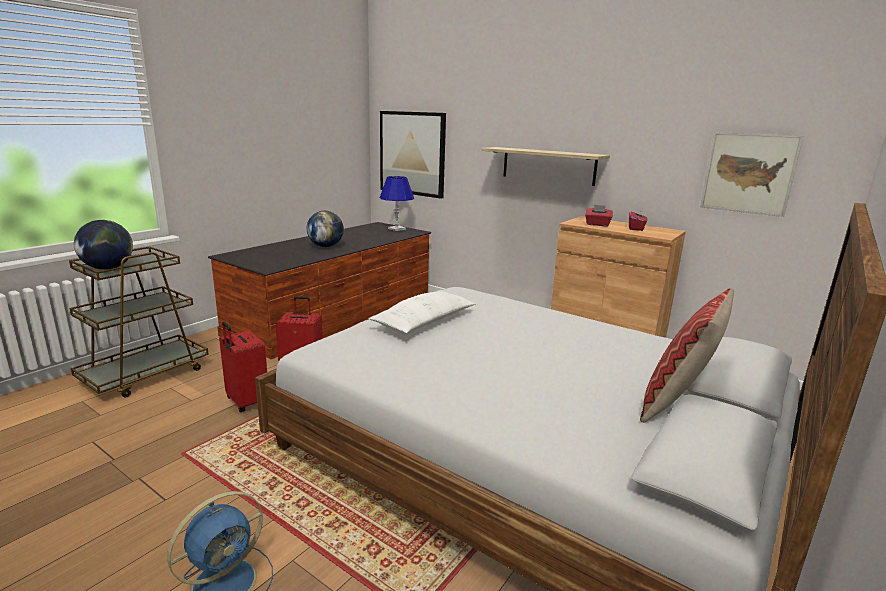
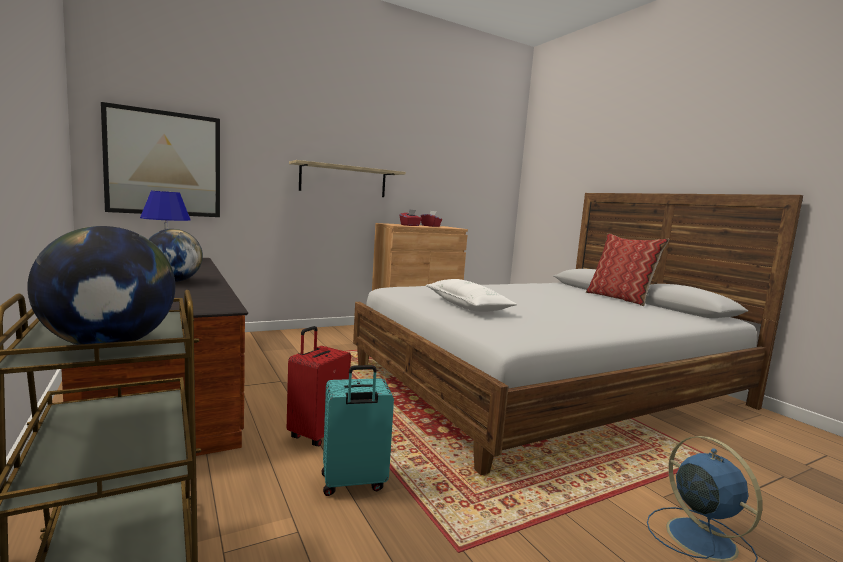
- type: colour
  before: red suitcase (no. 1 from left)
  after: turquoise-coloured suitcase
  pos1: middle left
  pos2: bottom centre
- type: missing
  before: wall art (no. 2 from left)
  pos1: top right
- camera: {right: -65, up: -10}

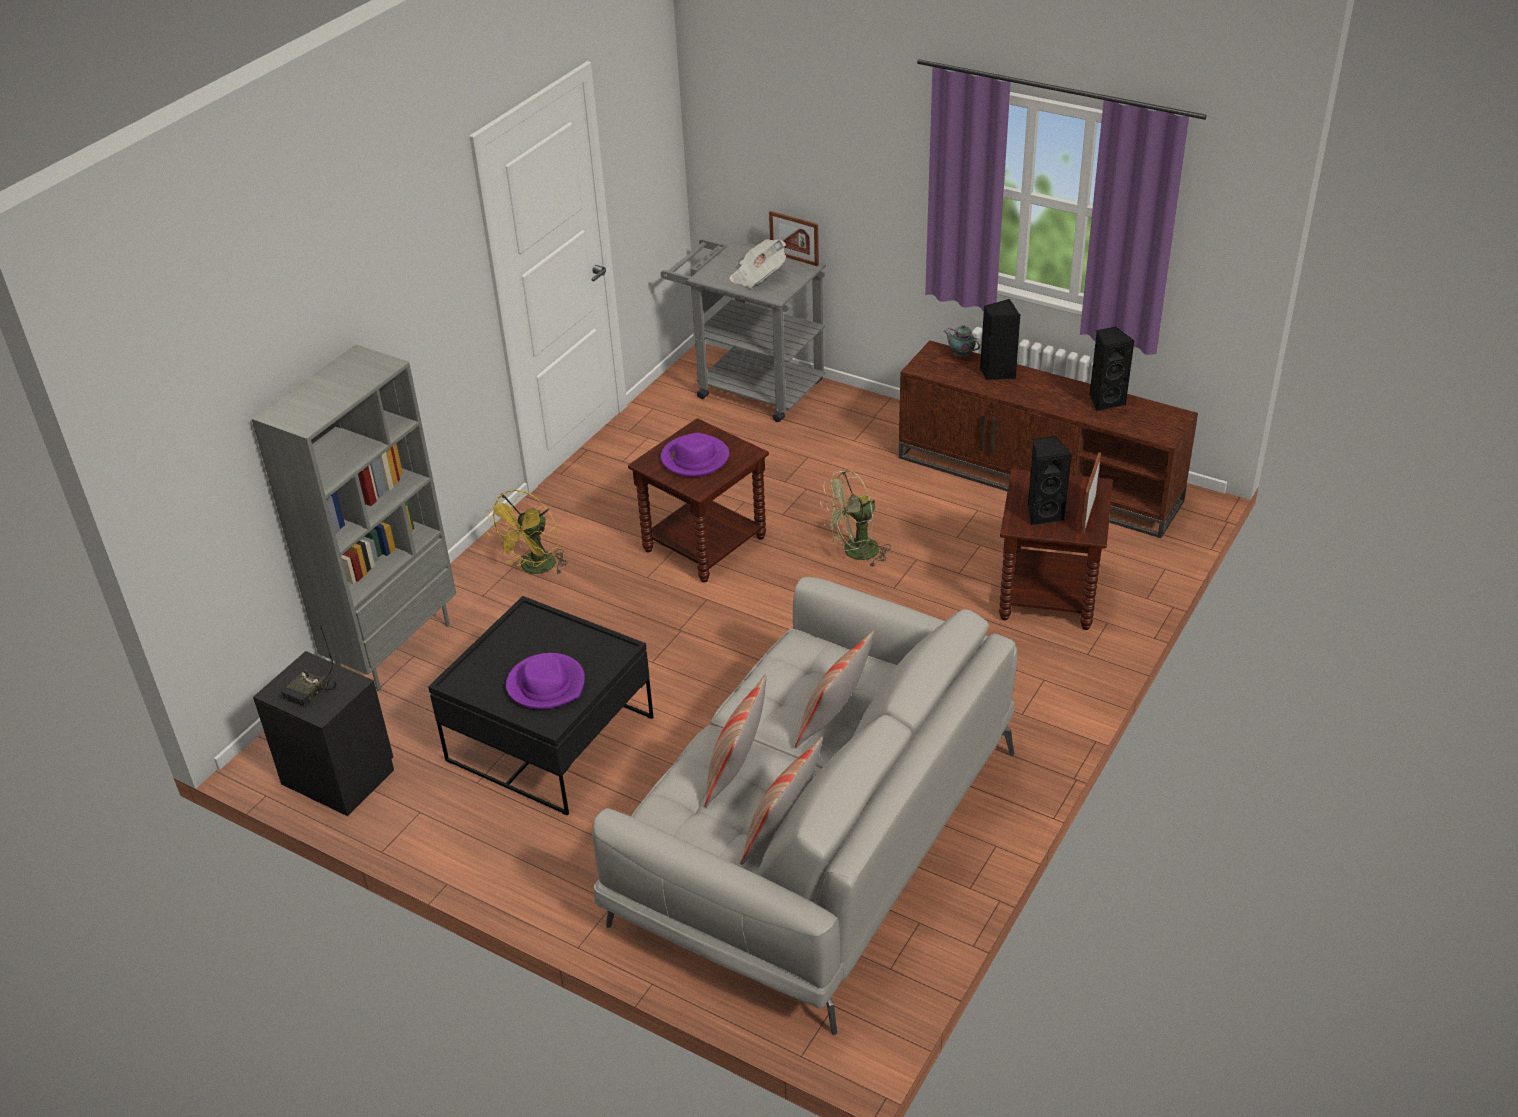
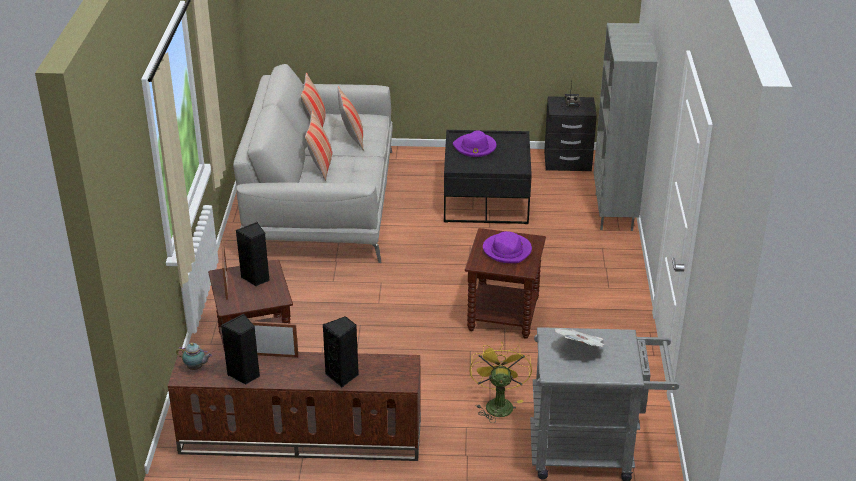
- type: relocated
  before: teapot
  pos1: top centre
  pos2: bottom left
- type: relocated
  before: photo frame (no. 1 from left in the first image)
  after: photo frame (no. 2 from left)
  pos1: top centre
  pos2: bottom left
- type: relocated
  before: yellow cooling fan
  pos1: centre
  pos2: bottom centre
- type: missing
  before: greenish cooling fan
  pos1: centre
- camera: {right: 150, up: -5}

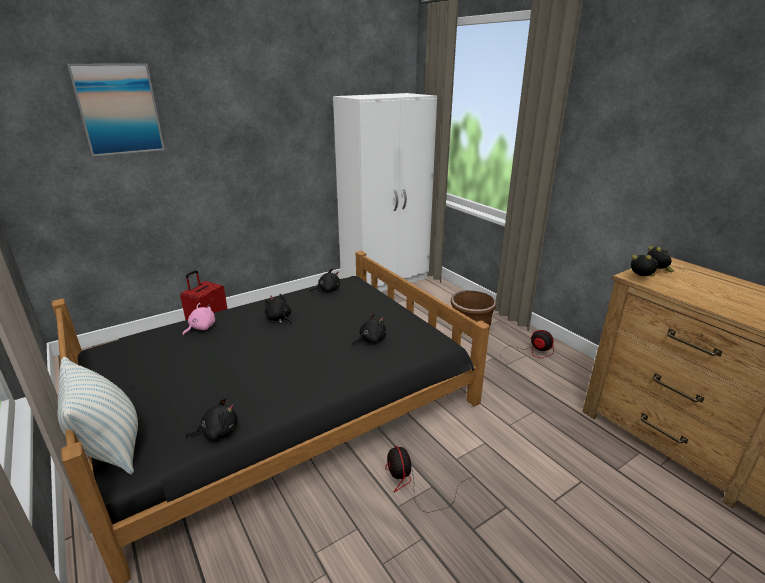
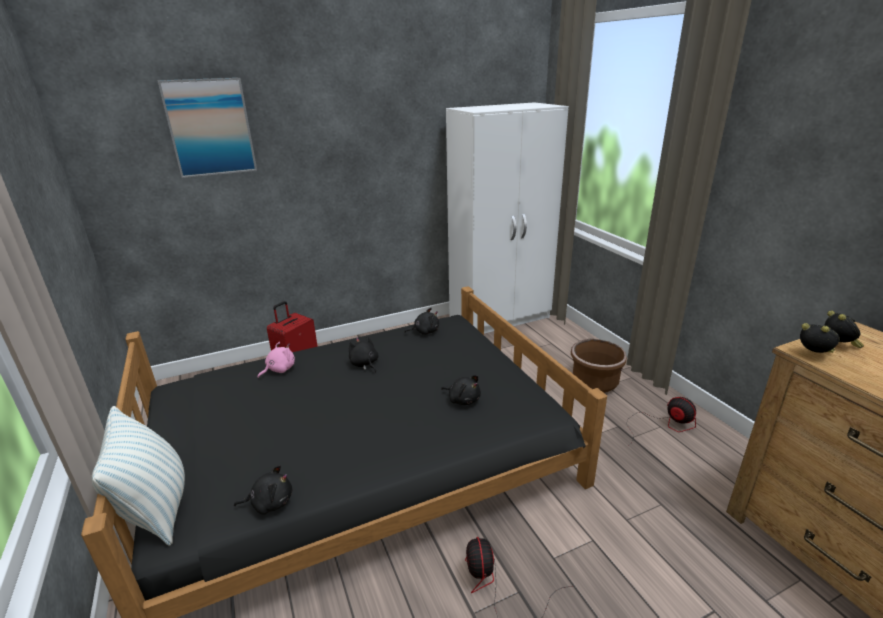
- type: spun
  before: blackish cuddly toy (no. 4 from left)
  pos1: centre
  pos2: centre
  turn: 60
- camera: {right: 10, up: 0}

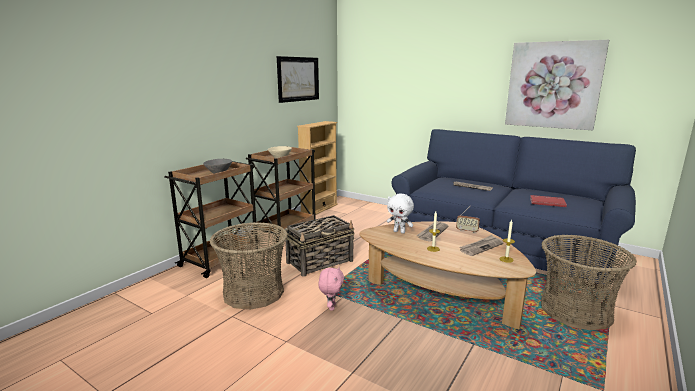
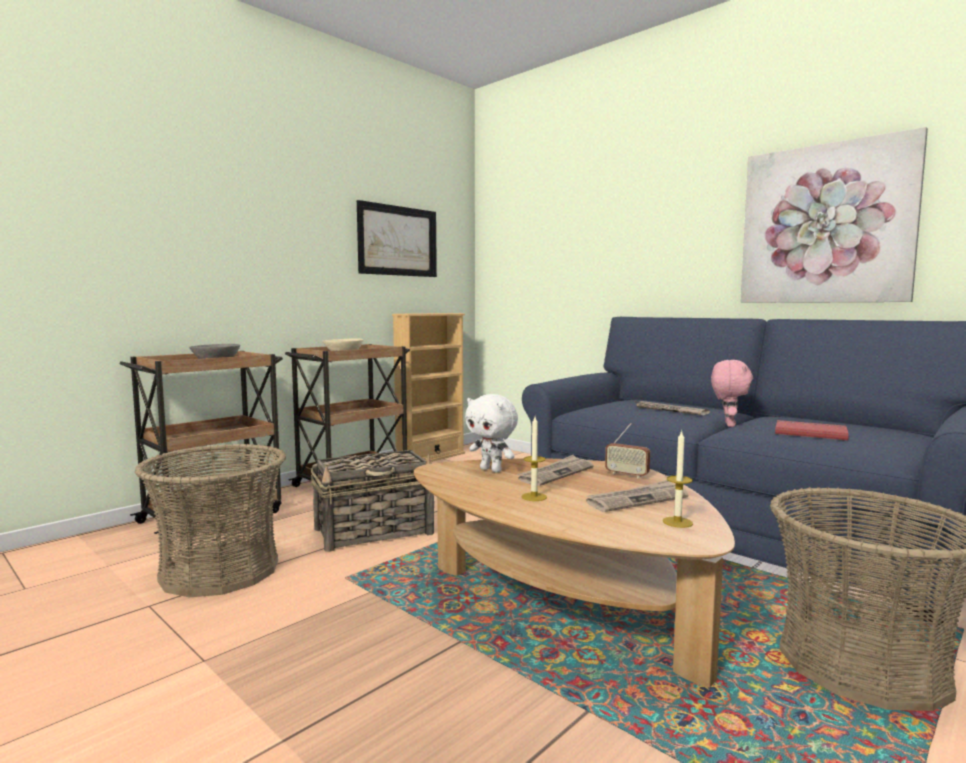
- type: relocated
  before: pink cuddly toy
  pos1: bottom centre
  pos2: middle right
- camera: {right: 10, up: -10}

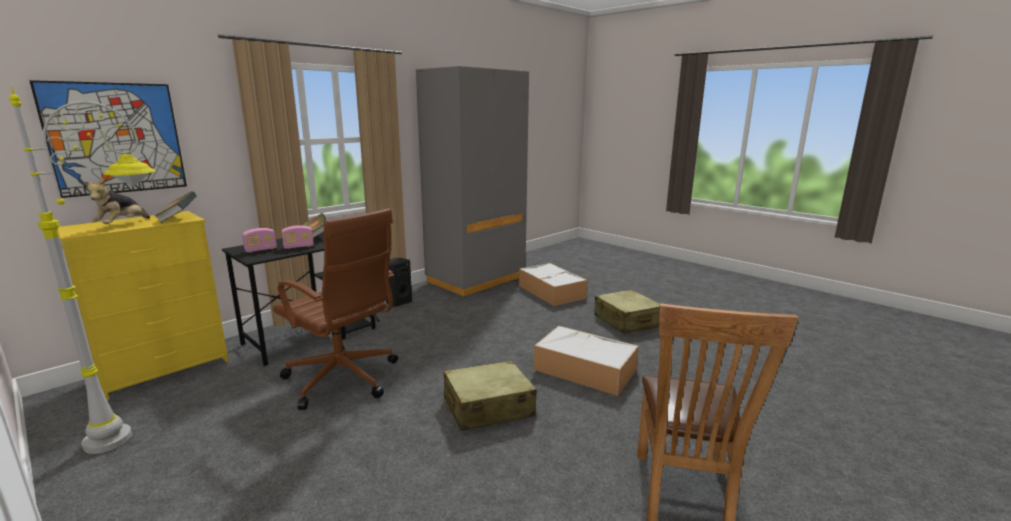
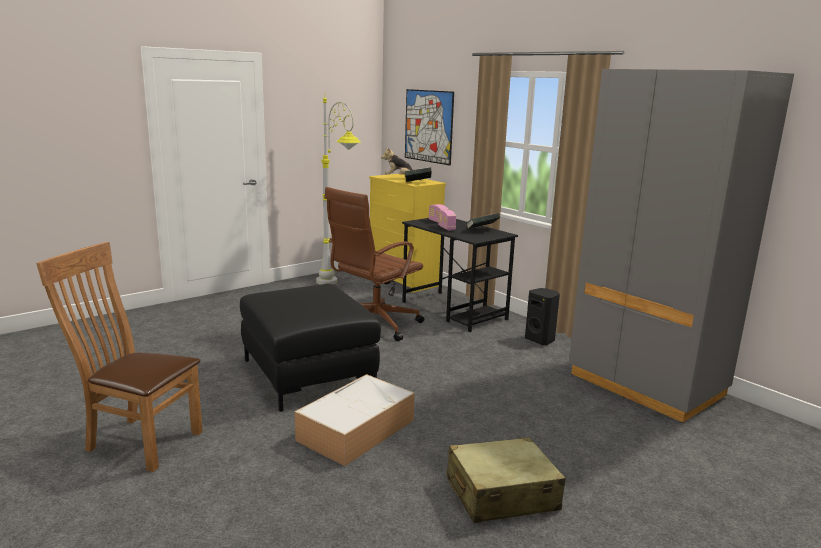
- type: exchanged
  before: sand-coloured suitcase (no. 1 from left)
  after: blackish pouffe
  pos1: bottom centre
  pos2: centre
- type: missing
  before: storage box (no. 1 from left)
  pos1: centre
- camera: {right: 95, up: 0}

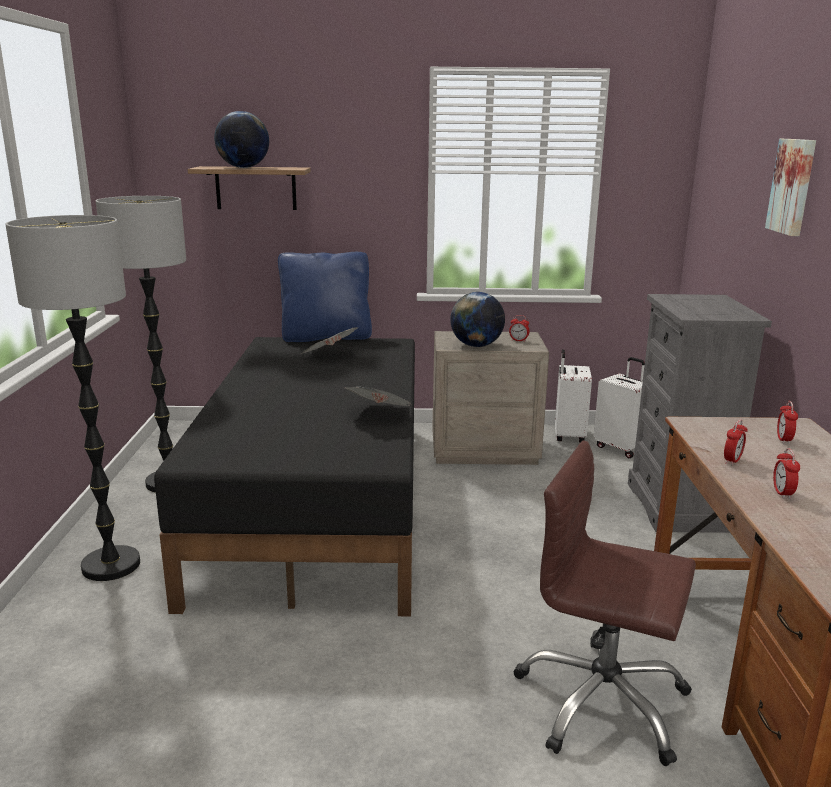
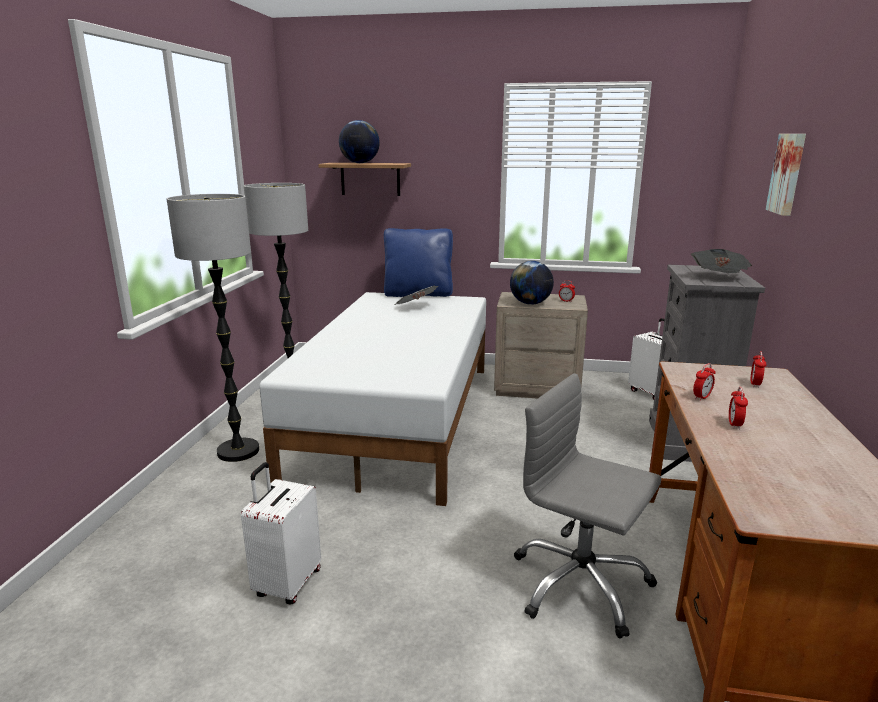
- type: relocated
  before: whitish suitcase (no. 1 from left)
  pos1: middle right
  pos2: bottom left
- type: colour
  before: blackish sleeping bed
  after: whitish sleeping bed
  pos1: centre
  pos2: centre
- type: colour
  before: brownish desk chair
  after: gray desk chair
  pos1: bottom right
  pos2: bottom right
- type: relocated
  before: daily paper (no. 2 from left)
  pos1: centre
  pos2: middle right
- camera: {right: 10, up: 0}

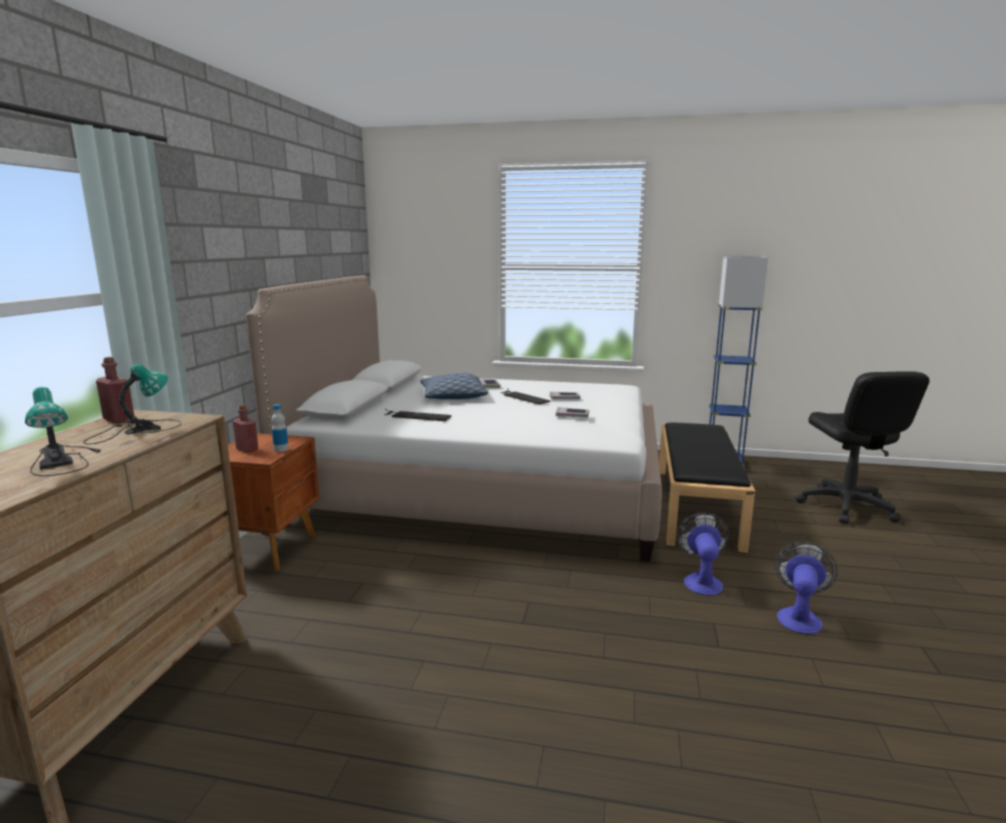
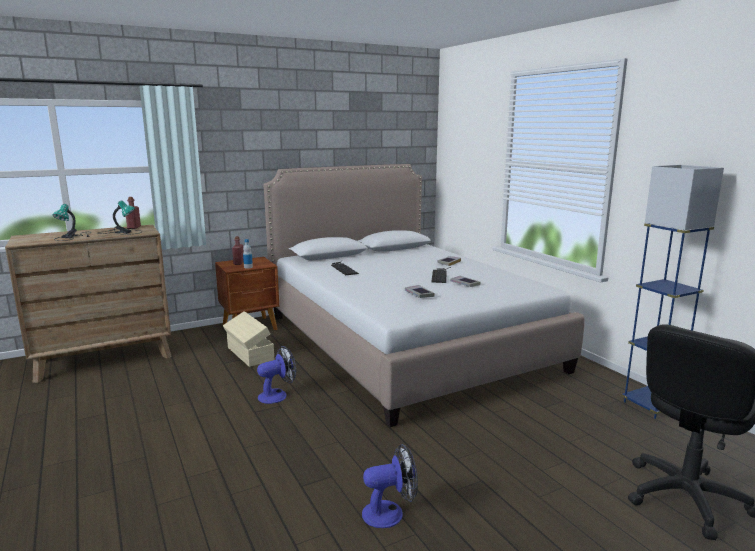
- type: appeared
  after: sand-coloured storage box
  pos2: middle left
- type: relocated
  before: cooling fan (no. 1 from left)
  pos1: bottom right
  pos2: bottom centre
- type: missing
  before: cushion
  pos1: centre
- type: missing
  before: blackish long seat
  pos1: middle right
- camera: {right: 50, up: 0}

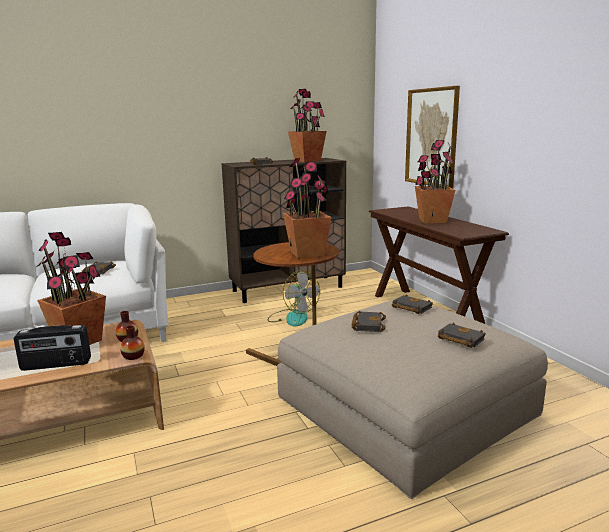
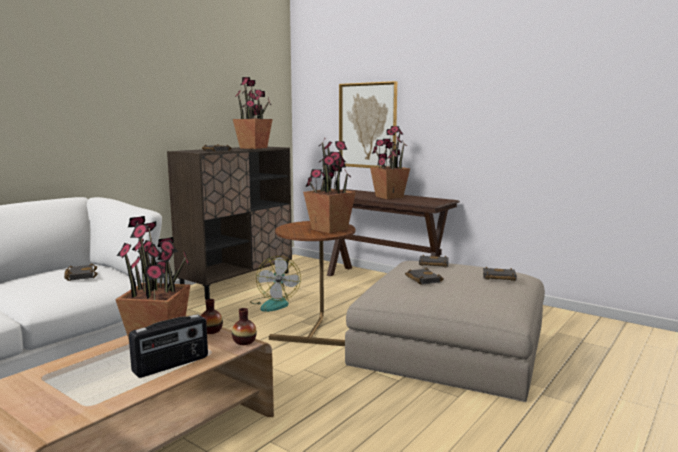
- type: spun
  before: cooling fan
  pos1: centre
  pos2: centre
  turn: 60
- camera: {right: -30, up: -5}

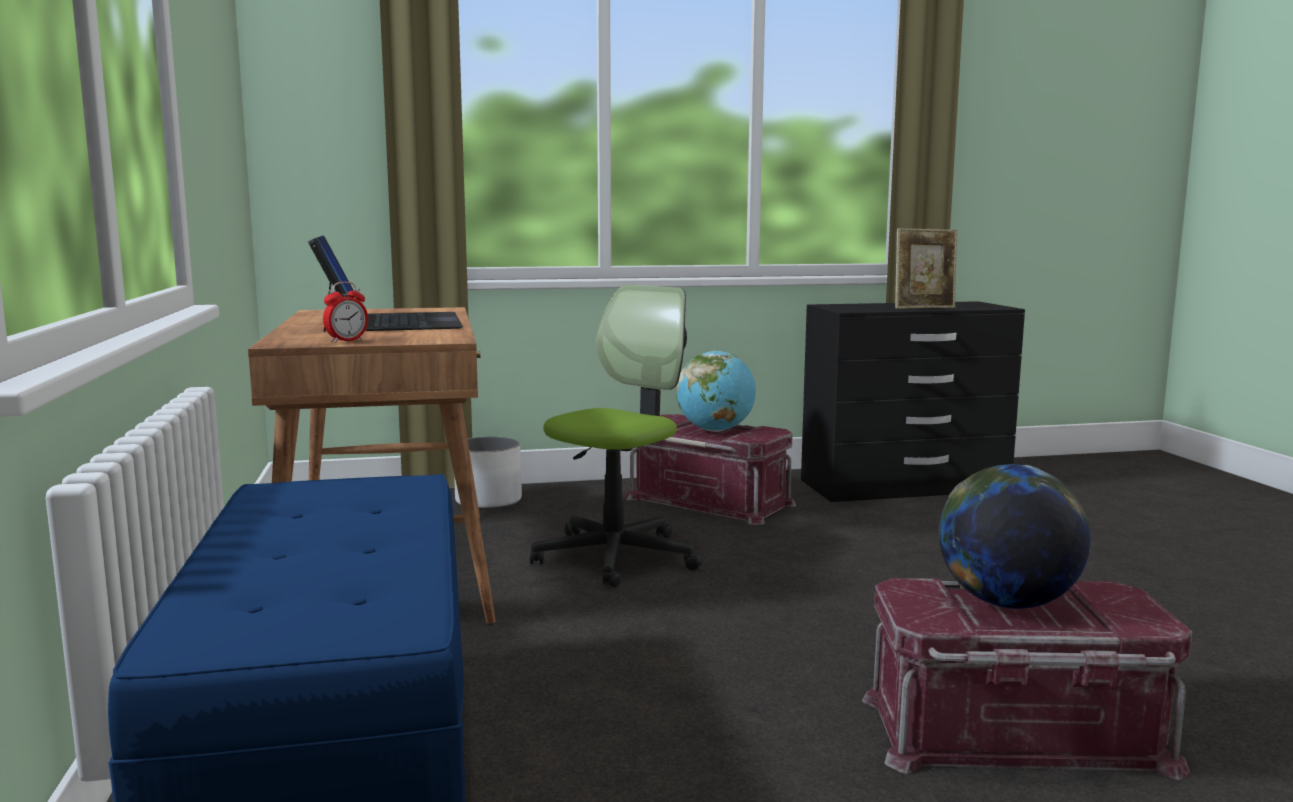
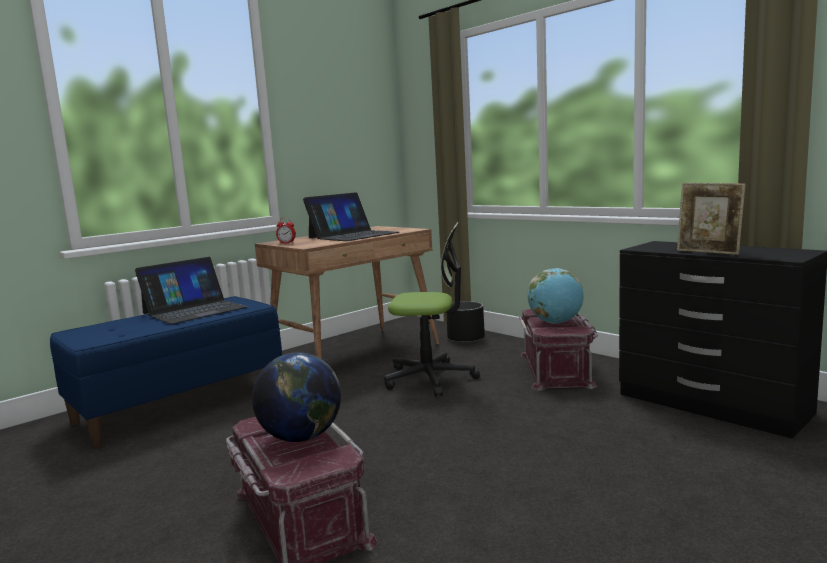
- type: appeared
  after: notebook computer (no. 1 from left)
  pos2: middle left
- type: colour
  before: whitish planter
  after: blackish planter
  pos1: centre
  pos2: centre
- camera: {right: 60, up: 0}

